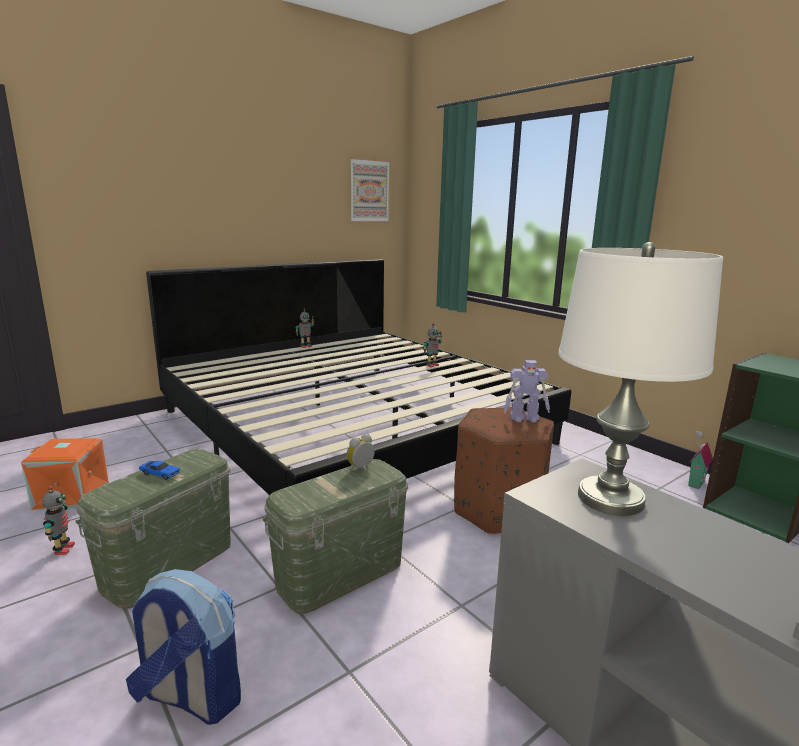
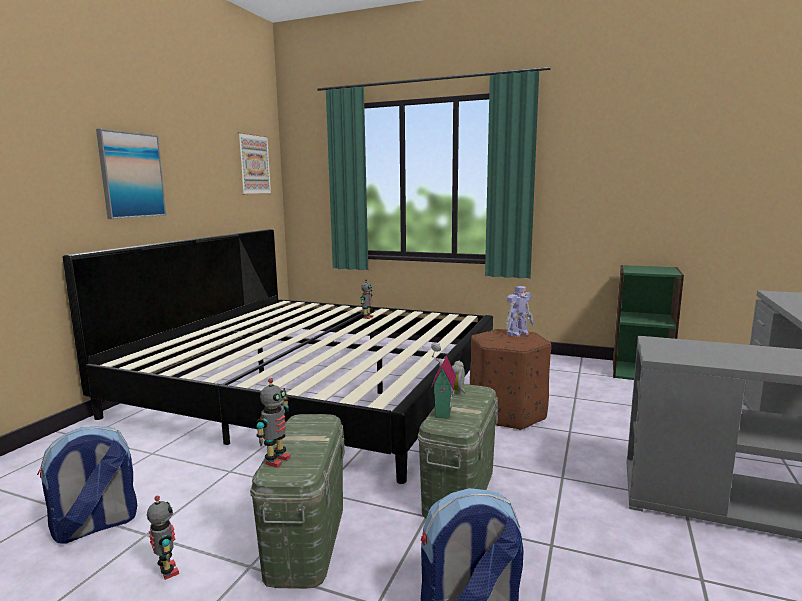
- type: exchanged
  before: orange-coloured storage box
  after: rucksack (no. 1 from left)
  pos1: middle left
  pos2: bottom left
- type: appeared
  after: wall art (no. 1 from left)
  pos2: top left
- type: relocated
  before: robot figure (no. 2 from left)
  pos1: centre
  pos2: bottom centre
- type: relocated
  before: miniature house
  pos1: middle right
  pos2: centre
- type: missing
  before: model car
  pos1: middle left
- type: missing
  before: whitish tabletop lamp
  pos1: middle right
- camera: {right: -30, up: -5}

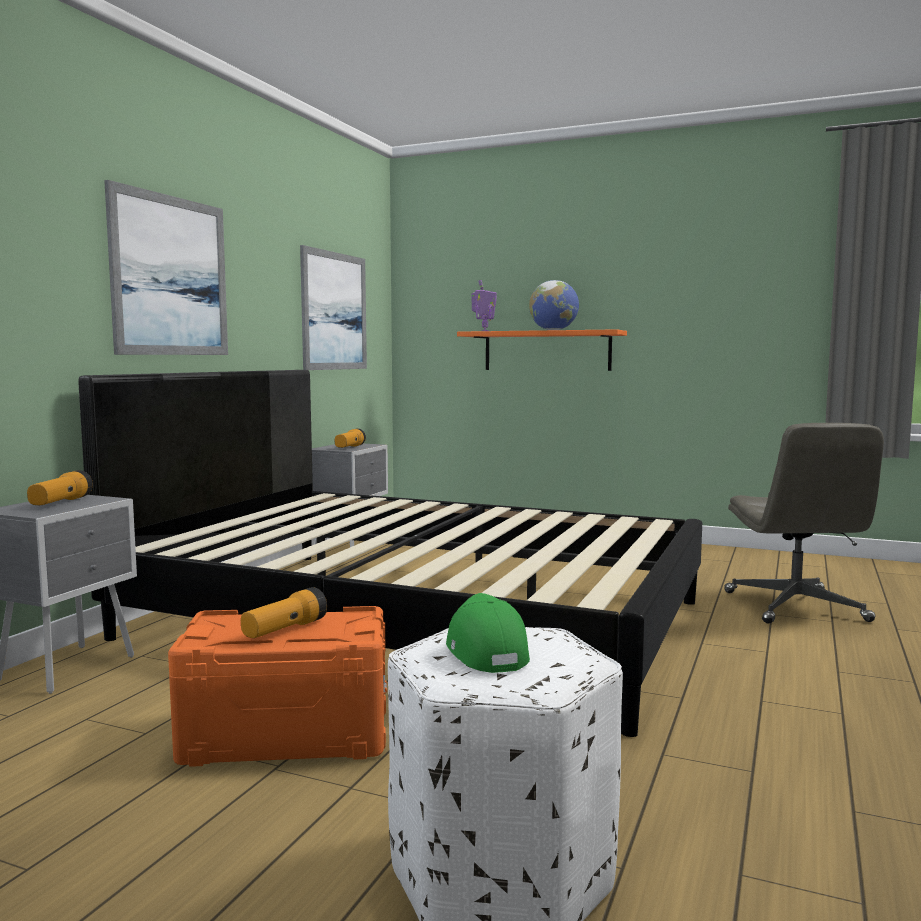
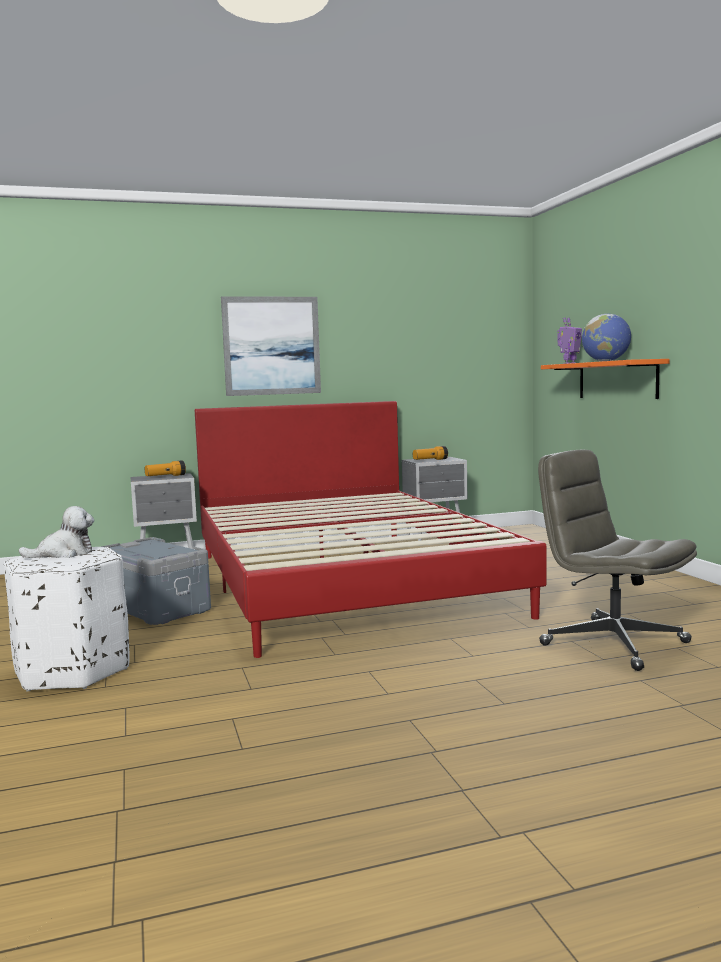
- type: exchanged
  before: greenish baseball cap
  after: cuddly toy
  pos1: bottom centre
  pos2: middle left
- type: colour
  before: orange-coloured storage box
  after: gray storage box
  pos1: bottom left
  pos2: middle left
- type: colour
  before: blackish sleeping bed
  after: red sleeping bed
  pos1: centre
  pos2: centre
- type: spun
  before: gray desk chair
  pos1: middle right
  pos2: middle right
  turn: 90
- type: missing
  before: torch (no. 2 from left)
  pos1: middle left
- type: missing
  before: wall art (no. 2 from left)
  pos1: centre
- camera: {right: 50, up: 0}

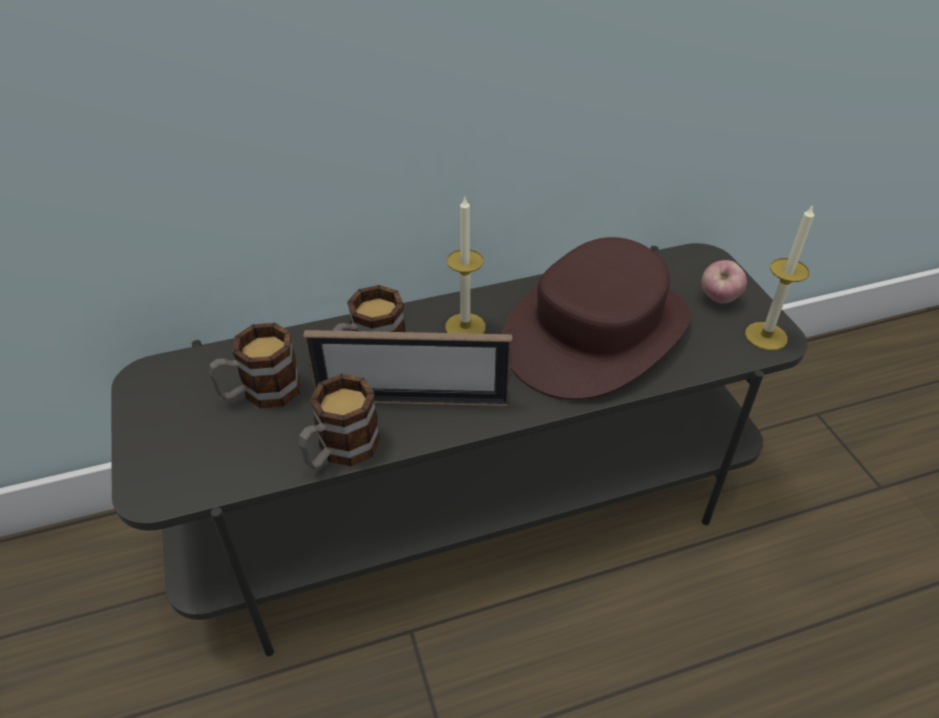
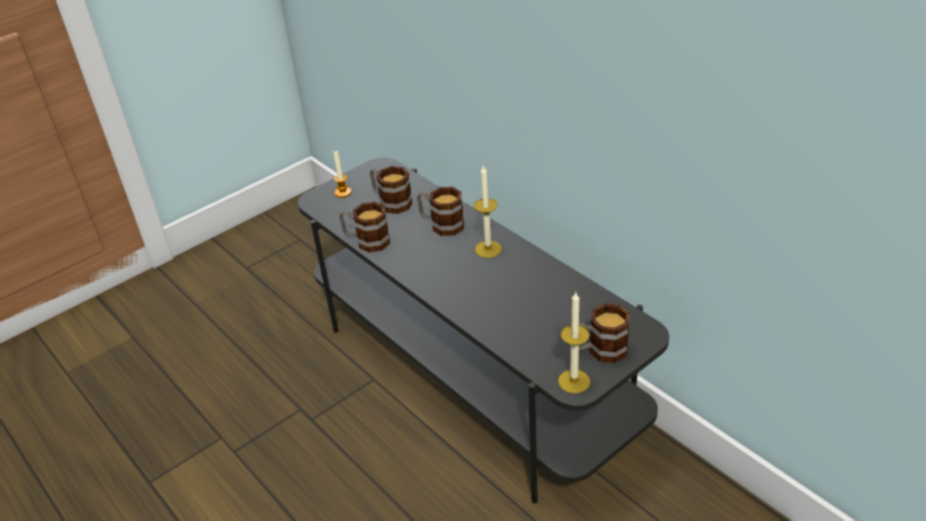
- type: appeared
  after: wax light (no. 1 from left)
  pos2: centre
- type: exchanged
  before: apple fruit
  after: coffee mug (no. 4 from left)
  pos1: middle right
  pos2: centre
- type: missing
  before: photo frame
  pos1: centre
- type: missing
  before: brownish wearable hat
  pos1: centre
- camera: {right: 70, up: -5}

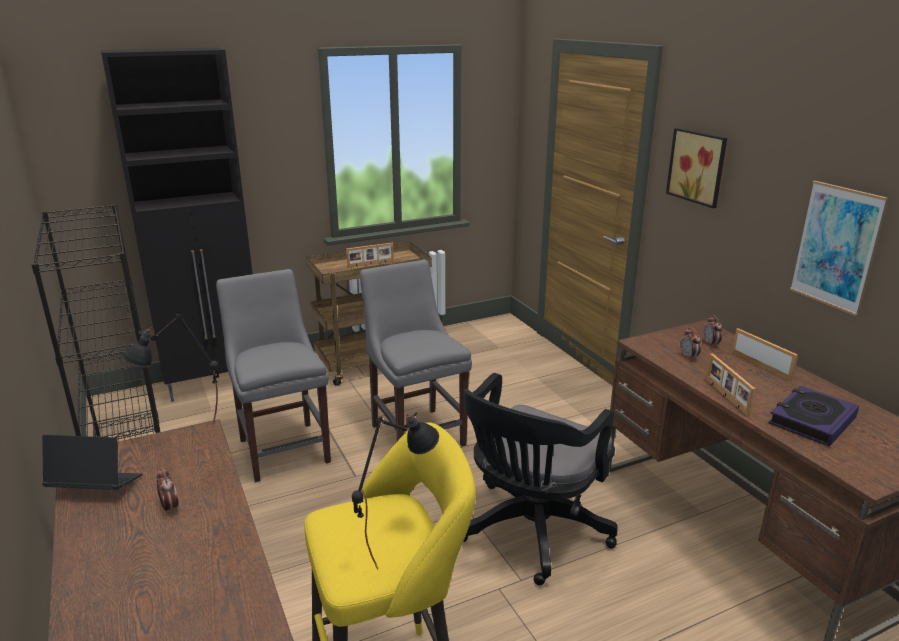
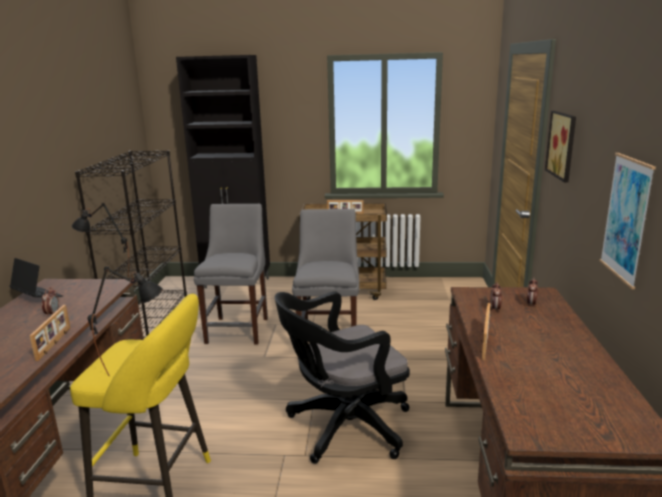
- type: relocated
  before: photo frame (no. 3 from left in the first image)
  after: photo frame (no. 1 from left)
  pos1: middle right
  pos2: bottom left
- type: missing
  before: book
  pos1: middle right
- camera: {right: 30, up: -5}

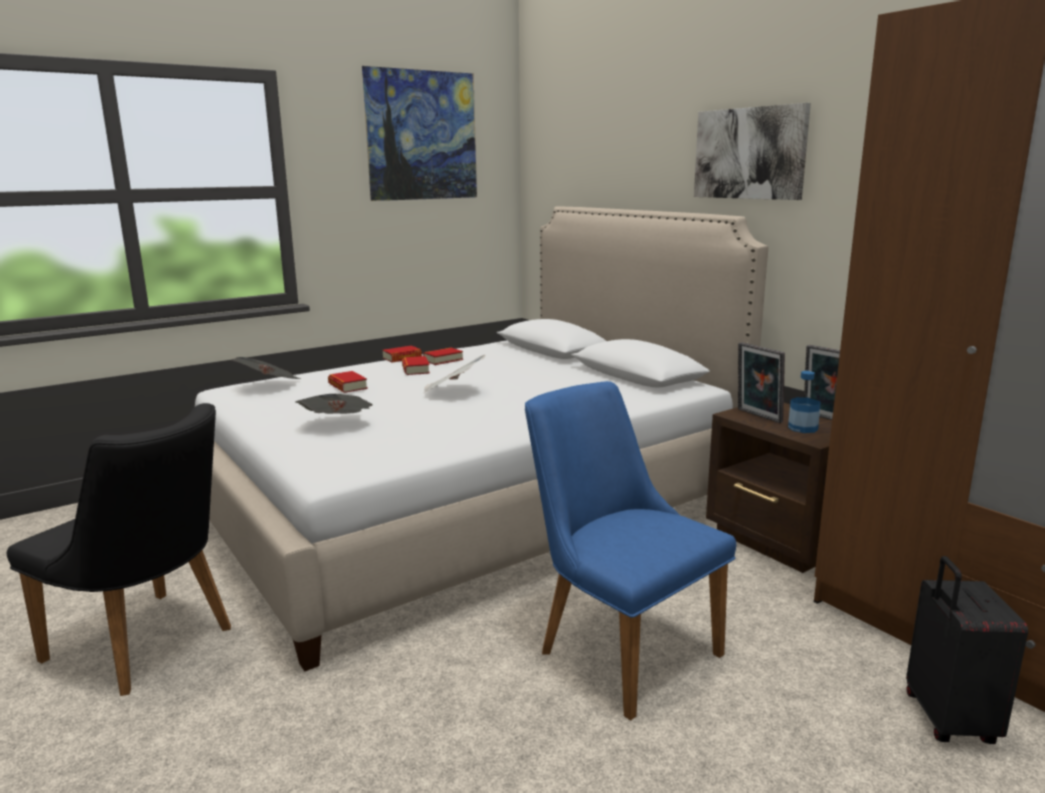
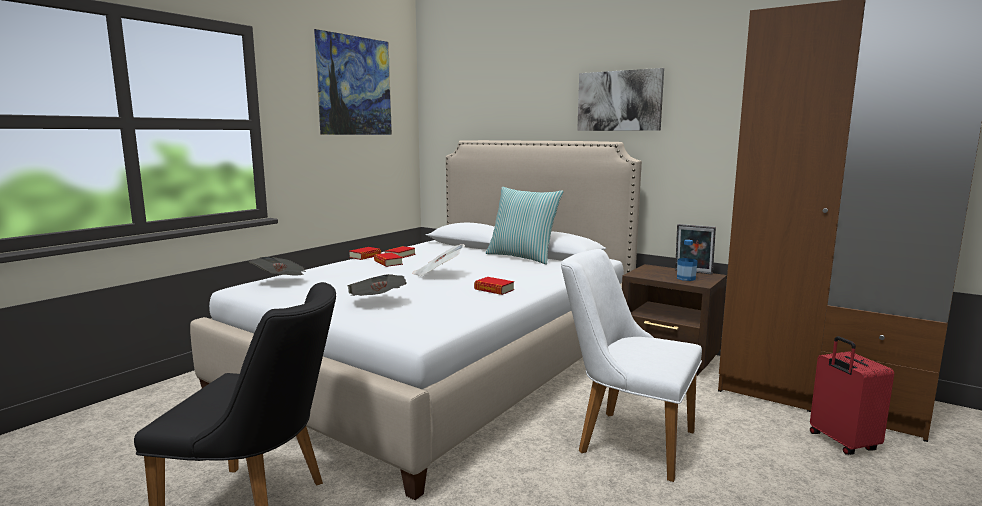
- type: relocated
  before: book (no. 1 from left in the first image)
  after: book (no. 4 from left)
  pos1: middle left
  pos2: centre
- type: appeared
  after: cushion
  pos2: centre
- type: colour
  before: blue-coloured plain chair
  after: whitish plain chair
  pos1: bottom centre
  pos2: bottom centre
- type: colour
  before: blackish suitcase
  after: red suitcase
  pos1: bottom right
  pos2: bottom right
- type: missing
  before: photo frame (no. 1 from left)
  pos1: middle right
- camera: {right: -20, up: -5}

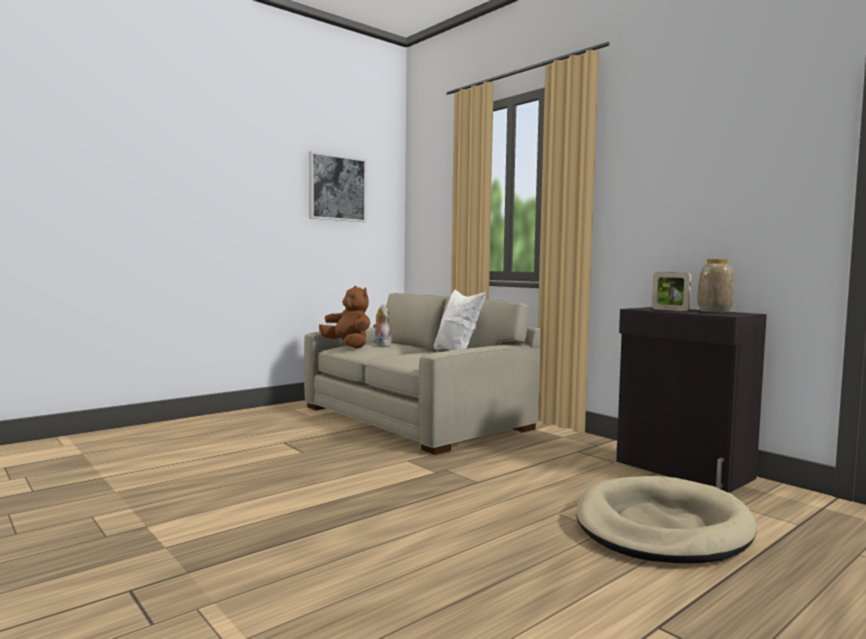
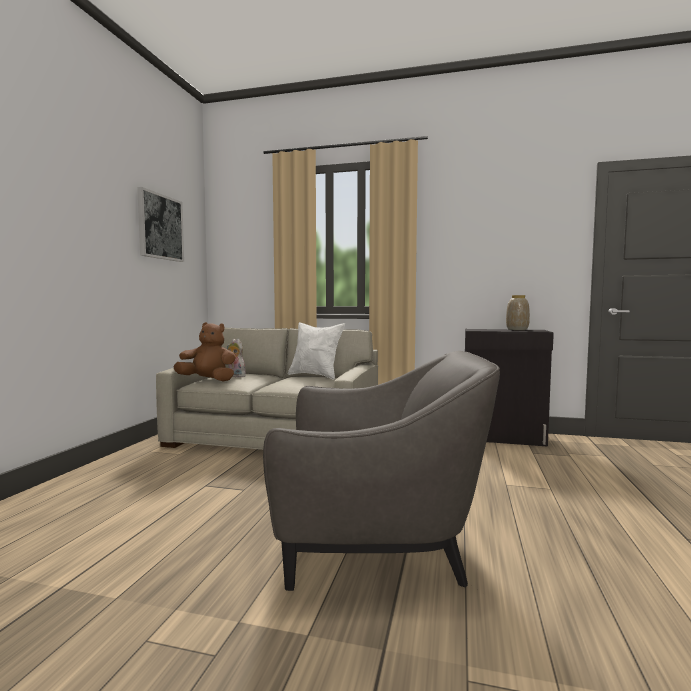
- type: appeared
  after: gray easy chair
  pos2: bottom centre
- type: missing
  before: sand-coloured pet bed
  pos1: bottom right
- type: missing
  before: photo frame
  pos1: middle right
- camera: {right: -35, up: 0}

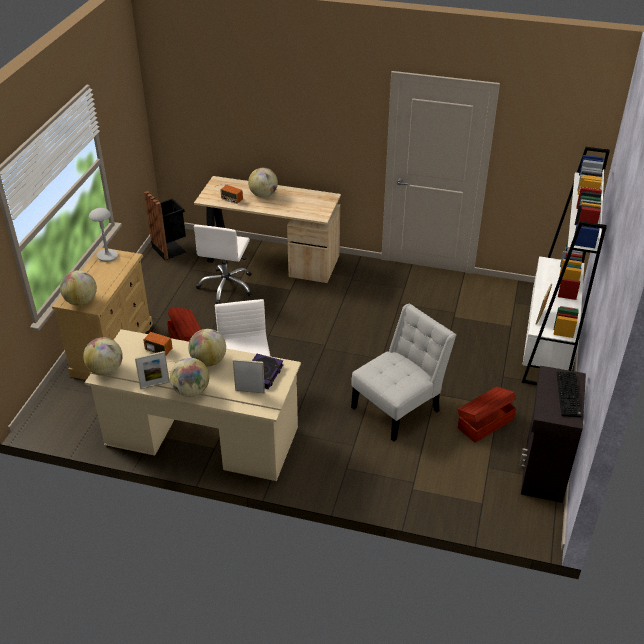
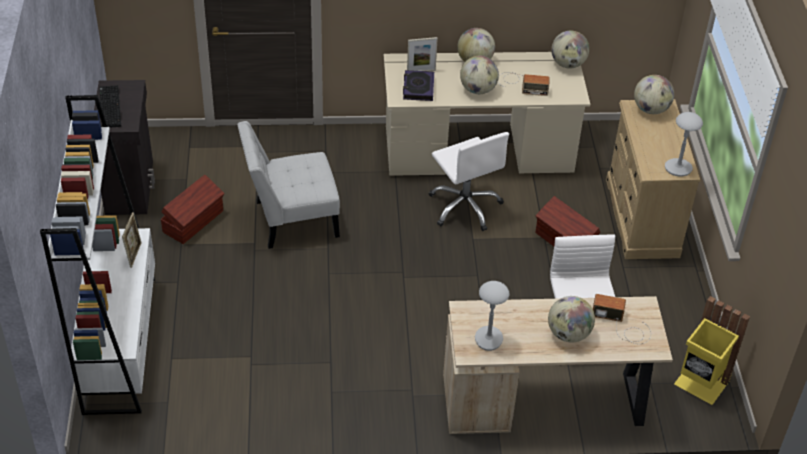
- type: spun
  before: whitish plain chair
  pos1: centre
  pos2: centre
  turn: 45
- type: appeared
  after: gray tabletop lamp (no. 1 from left)
  pos2: bottom centre
- type: colour
  before: blackish trash can
  after: yellow trash can
  pos1: middle left
  pos2: bottom right
- type: missing
  before: photo frame (no. 1 from left)
  pos1: middle left
- camera: {right: 160, up: 5}

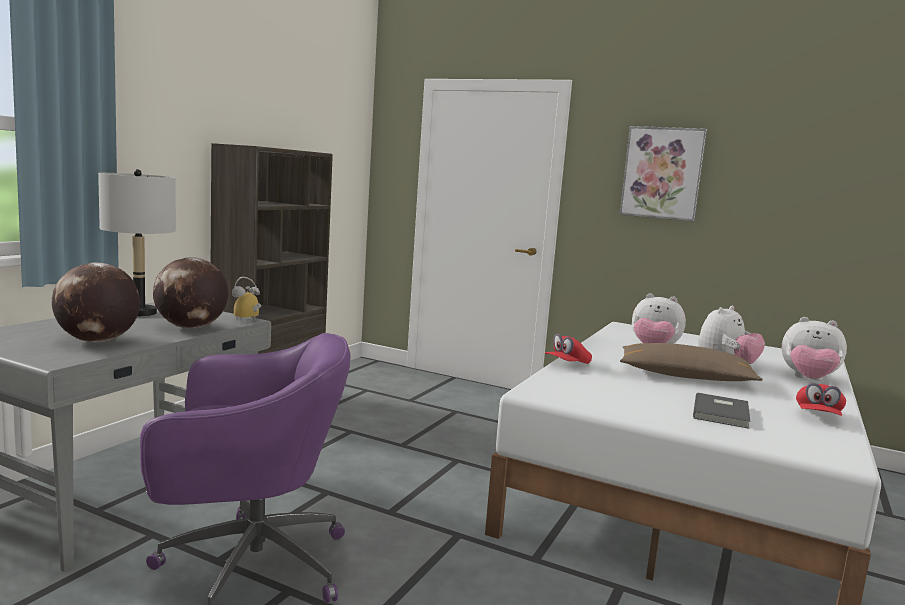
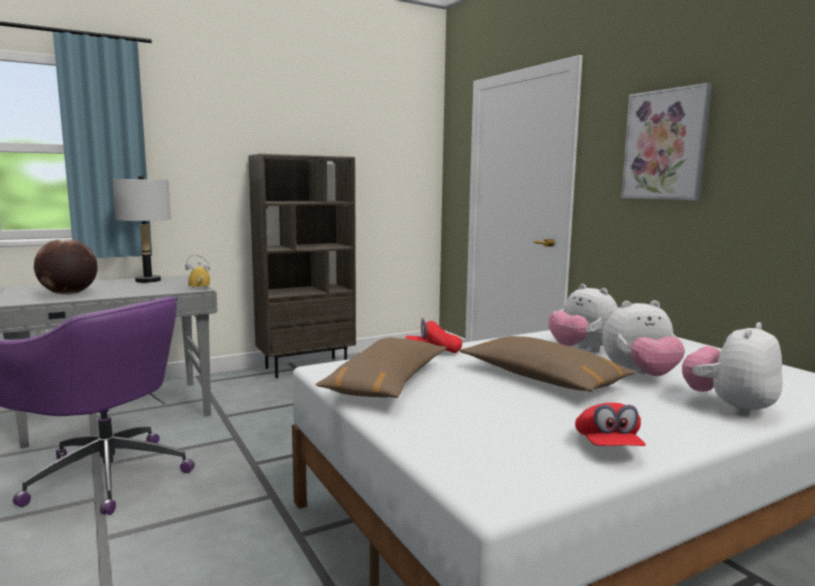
- type: appeared
  after: brownish cushion (no. 1 from left)
  pos2: centre
- type: spun
  before: red baseball cap (no. 2 from left)
  pos1: middle right
  pos2: bottom right
  turn: -60
- type: spun
  before: cuddly toy (no. 3 from left)
  pos1: middle right
  pos2: middle right
  turn: 75
- type: missing
  before: desk globe (no. 2 from left)
  pos1: middle left
- type: missing
  before: gray book
  pos1: bottom right
- camera: {right: 35, up: 0}

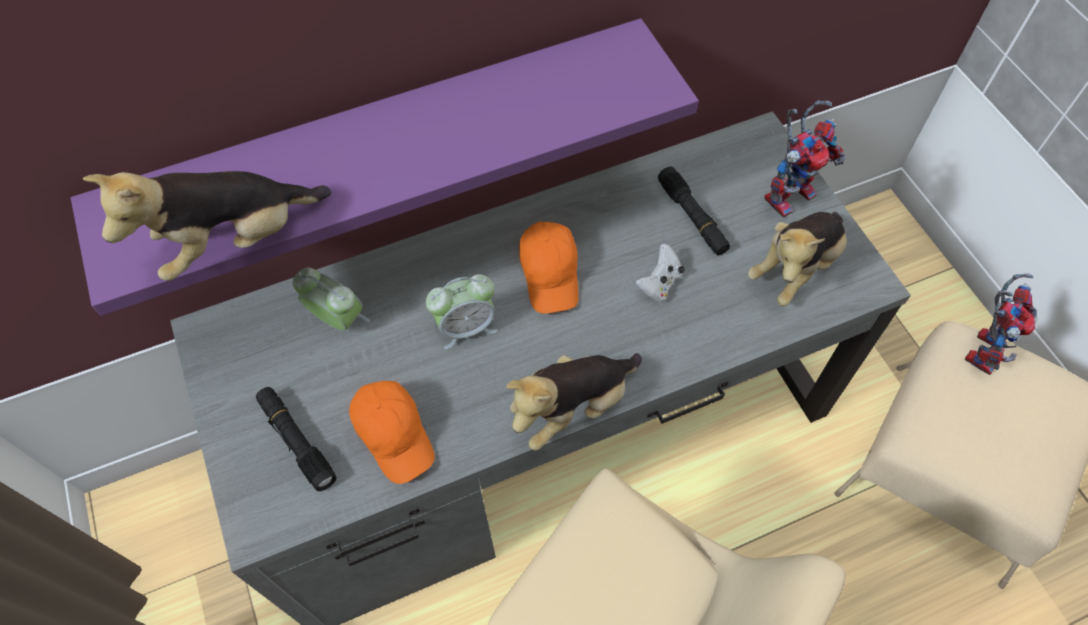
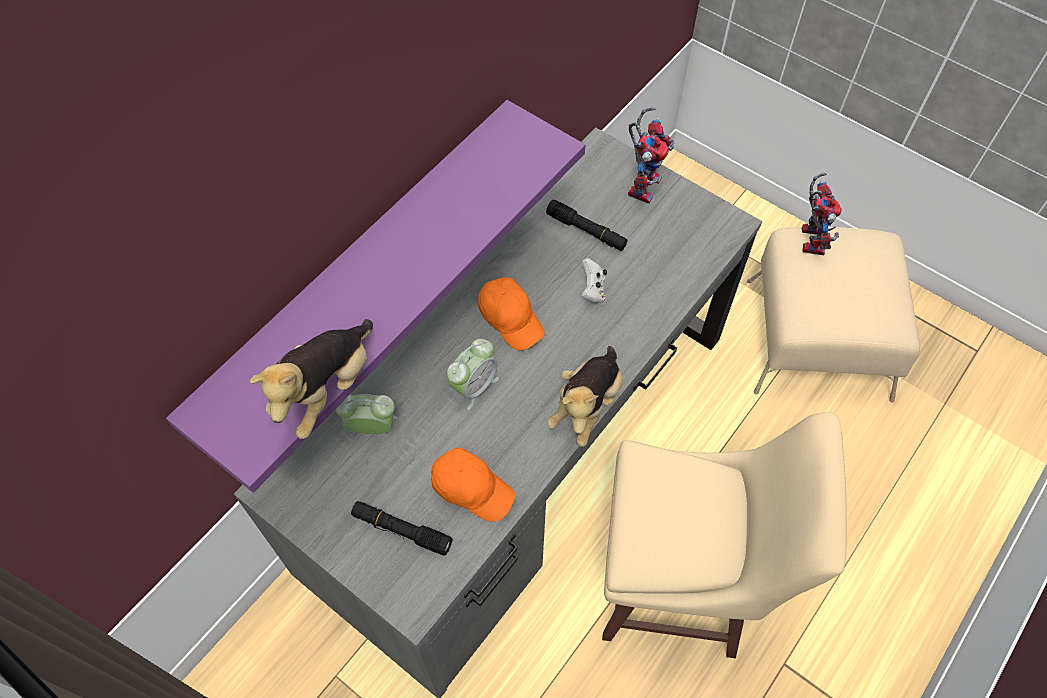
- type: missing
  before: cuddly toy (no. 3 from left)
  pos1: middle right
- camera: {right: -30, up: 0}

